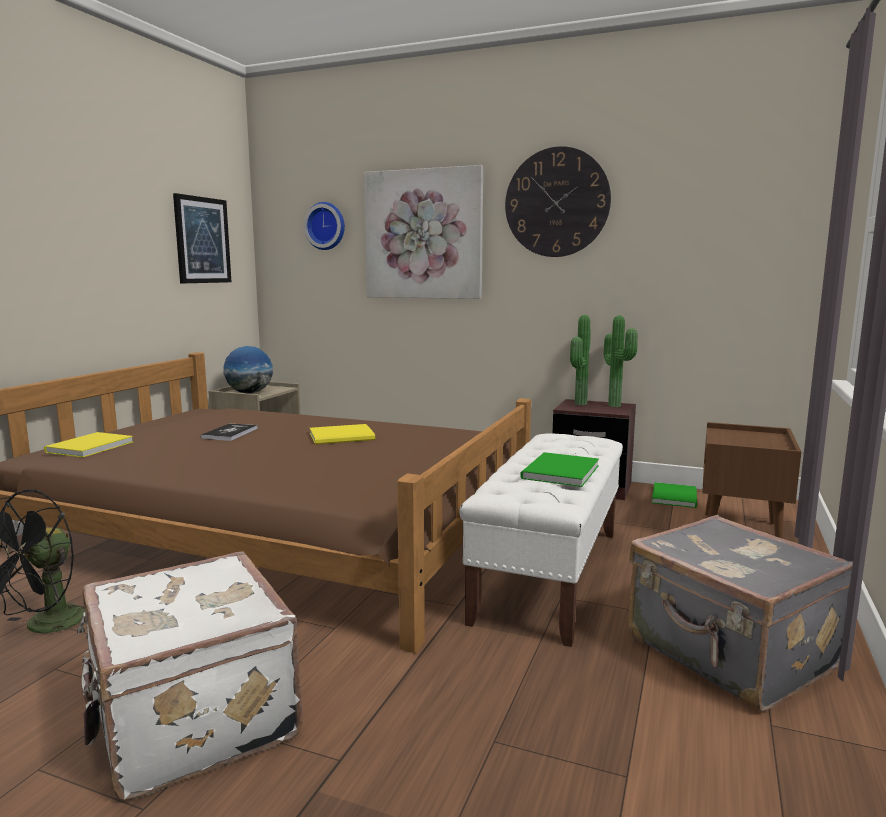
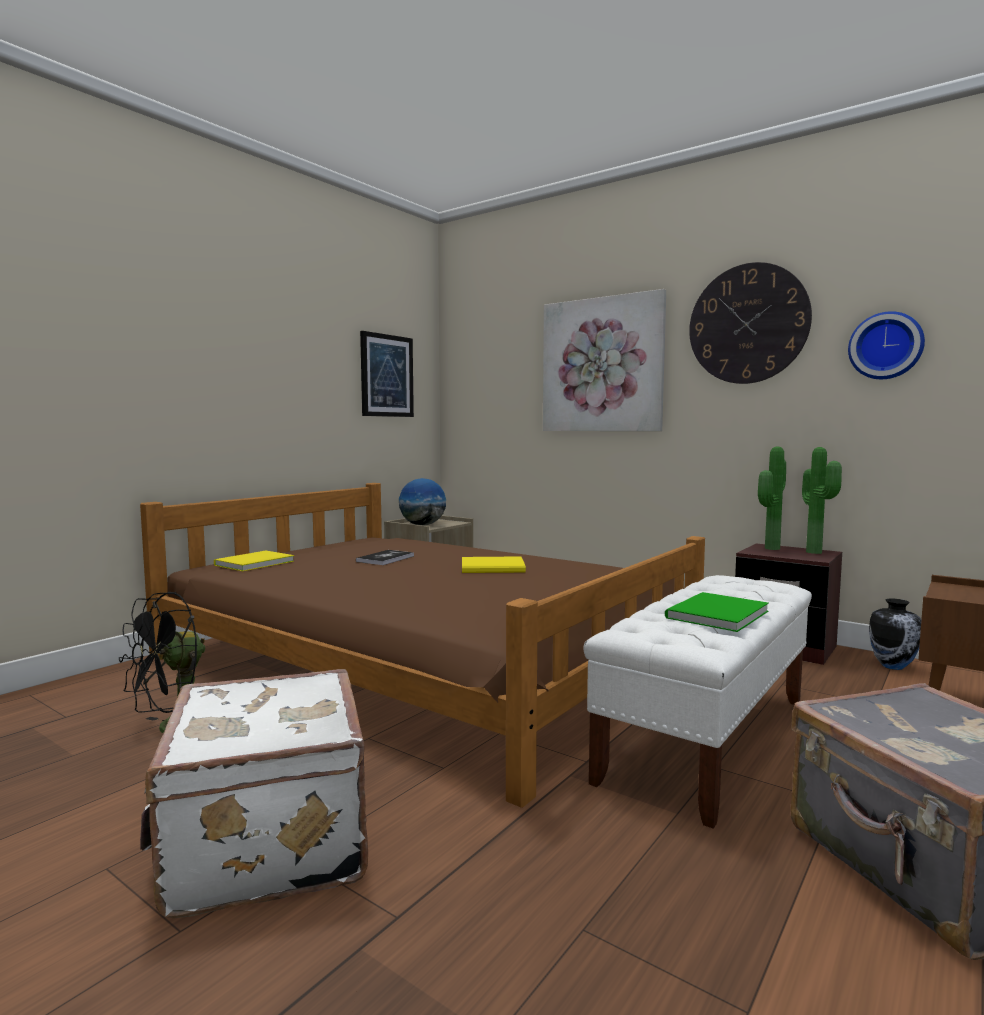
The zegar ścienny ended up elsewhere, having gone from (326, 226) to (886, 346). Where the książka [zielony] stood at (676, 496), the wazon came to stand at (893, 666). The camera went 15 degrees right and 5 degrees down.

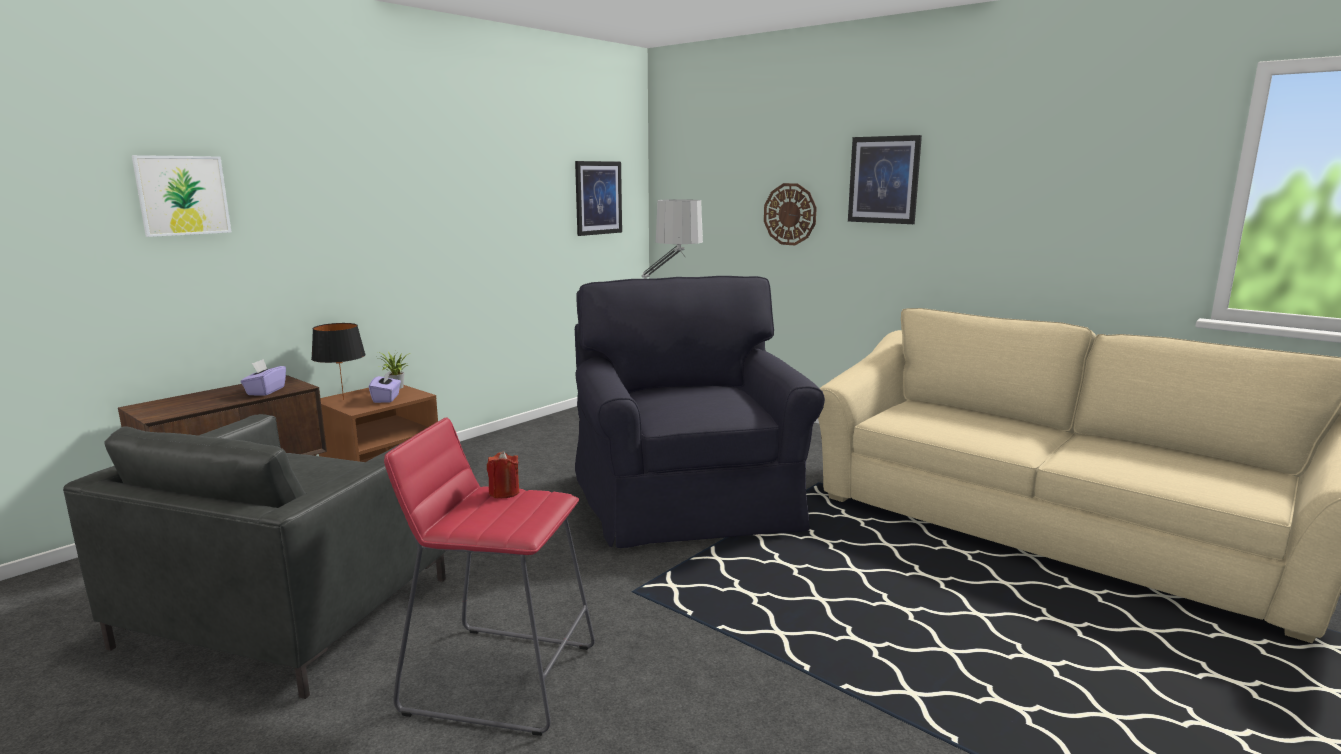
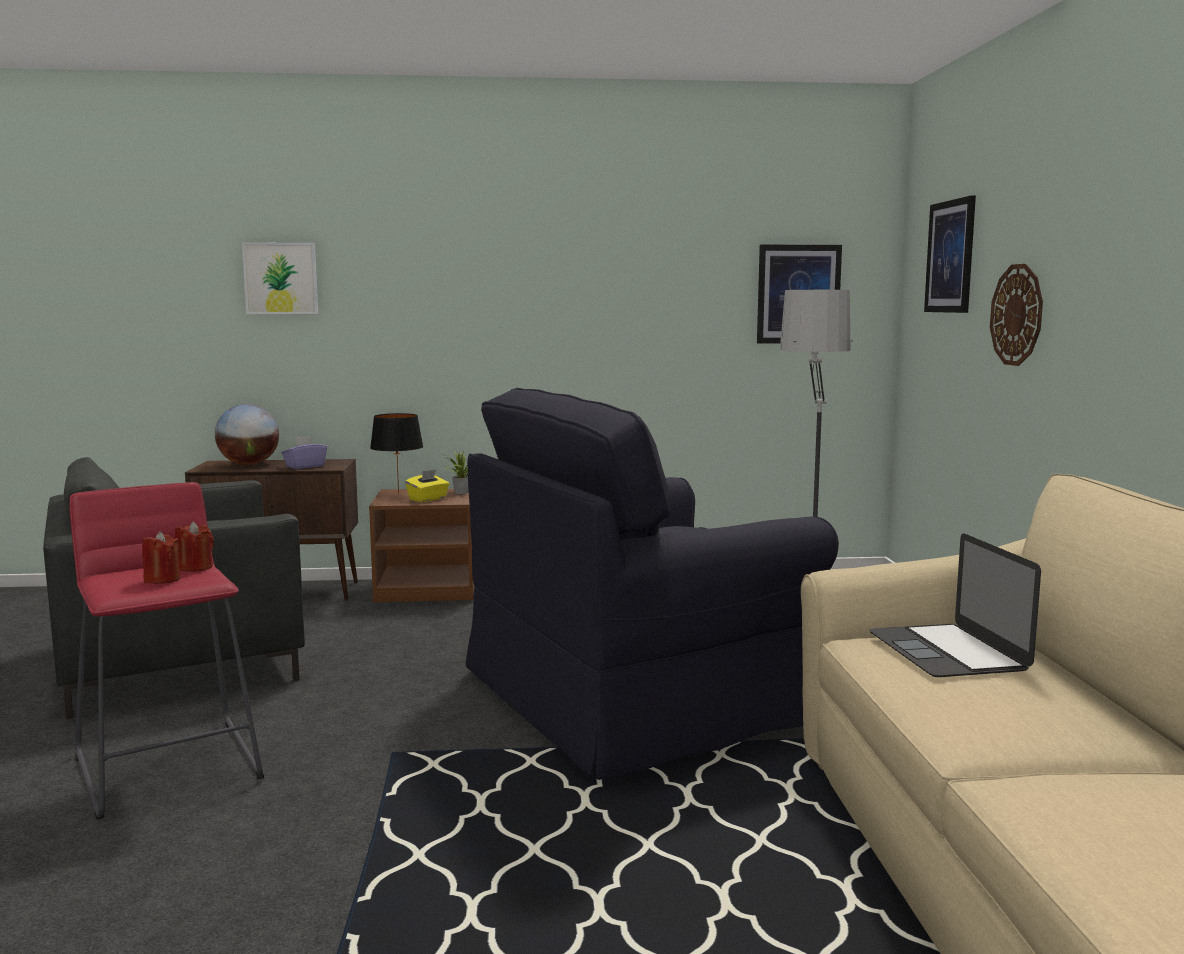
What was the pudełko chusteczek [fioletowy] at (386, 399) turned into the pudełko chusteczek [żółty] at (428, 499). The fotel [czarny] at (690, 500) ended up facing another way, 150 degrees counterclockwise from before. The obraz ended up elsewhere, having gone from (884, 180) to (950, 256). The second view gained the świeca [czerwony] at (162, 580). The second view gained the globus at (249, 464). The second view gained the laptop at (947, 651). The camera went 45 degrees right and 5 degrees down.

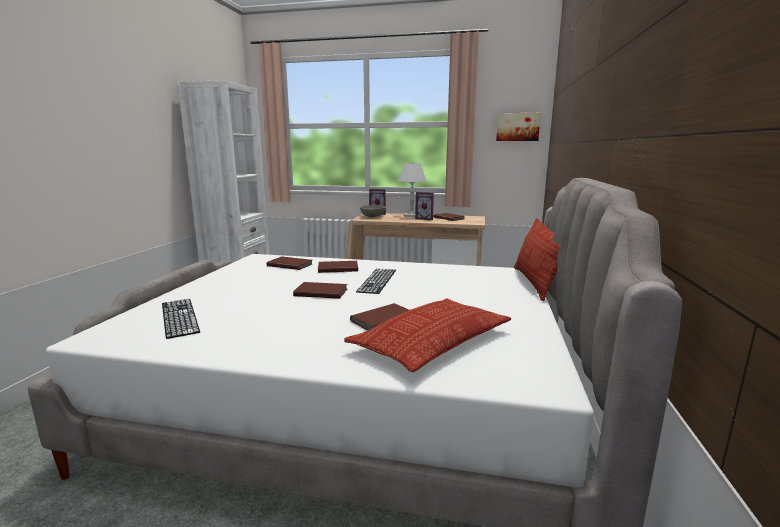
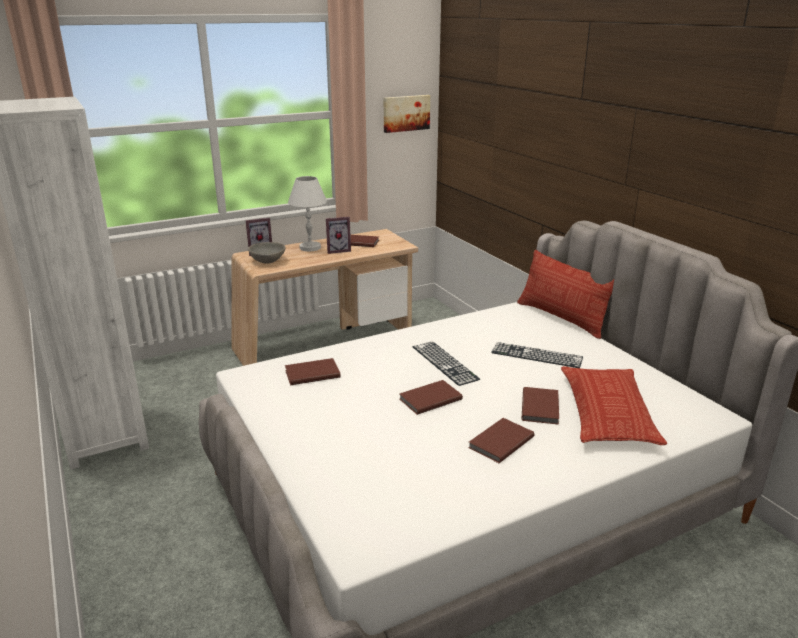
The klawiatura ended up elsewhere, having gone from (179, 317) to (536, 355). The książka [brązowy] ended up elsewhere, having gone from (337, 268) to (499, 442). The camera went 40 degrees left and 10 degrees up.

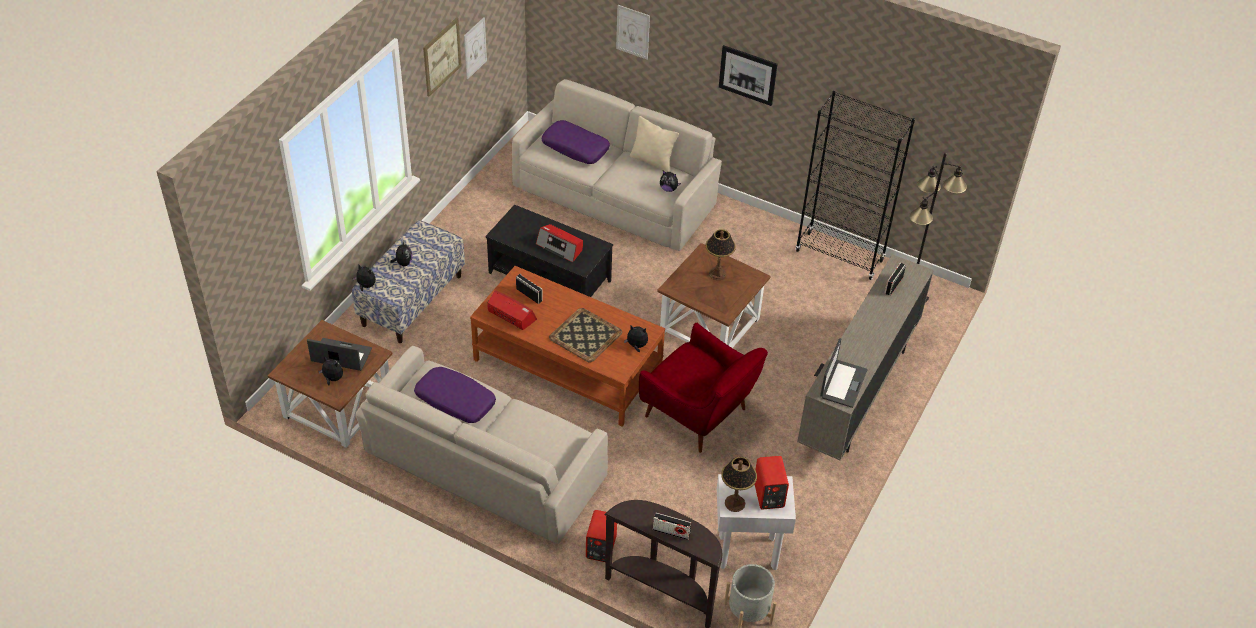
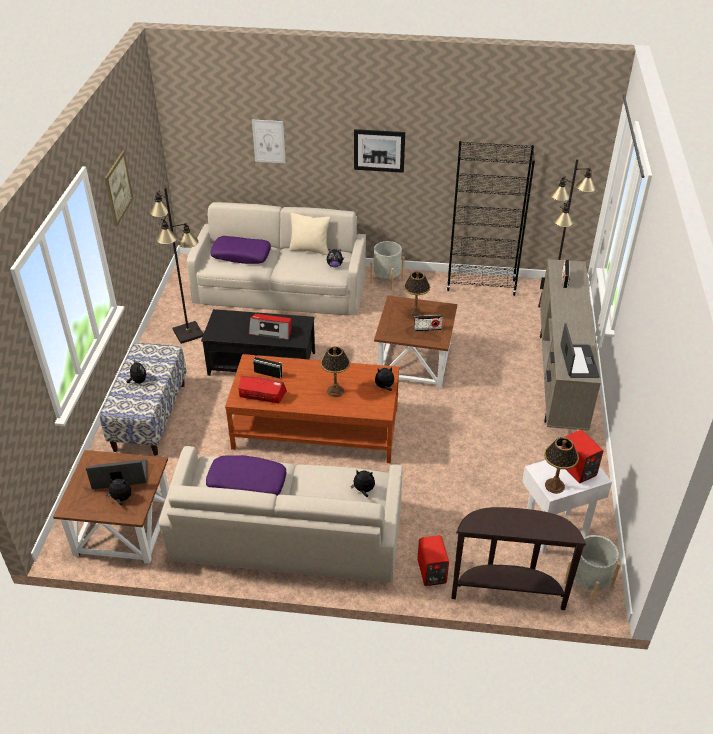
The pluszak ended up elsewhere, having gone from (366, 286) to (363, 490). The second view lost the obraz at (475, 48). Where the taca stood at (585, 334), the lampa stołowa came to stand at (335, 391). The second view lost the fotel [czerwony] at (699, 415). The radio ended up elsewhere, having gone from (671, 532) to (427, 329). The second view gained the lampa stojąca [czarny] at (188, 332). The second view gained the donica [szary] at (387, 280). The camera went 20 degrees left and 5 degrees down.

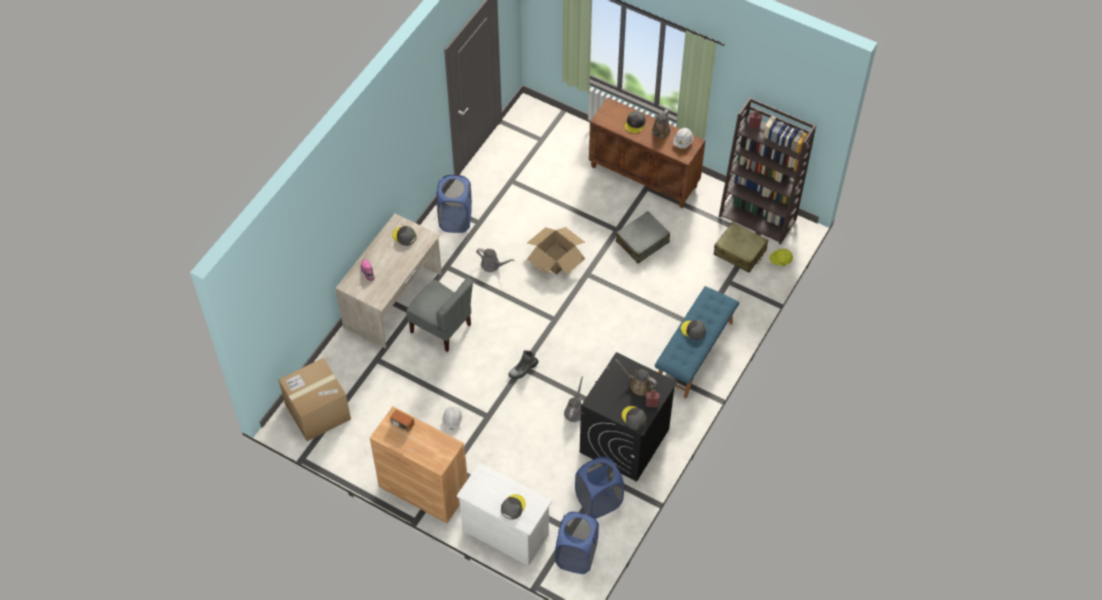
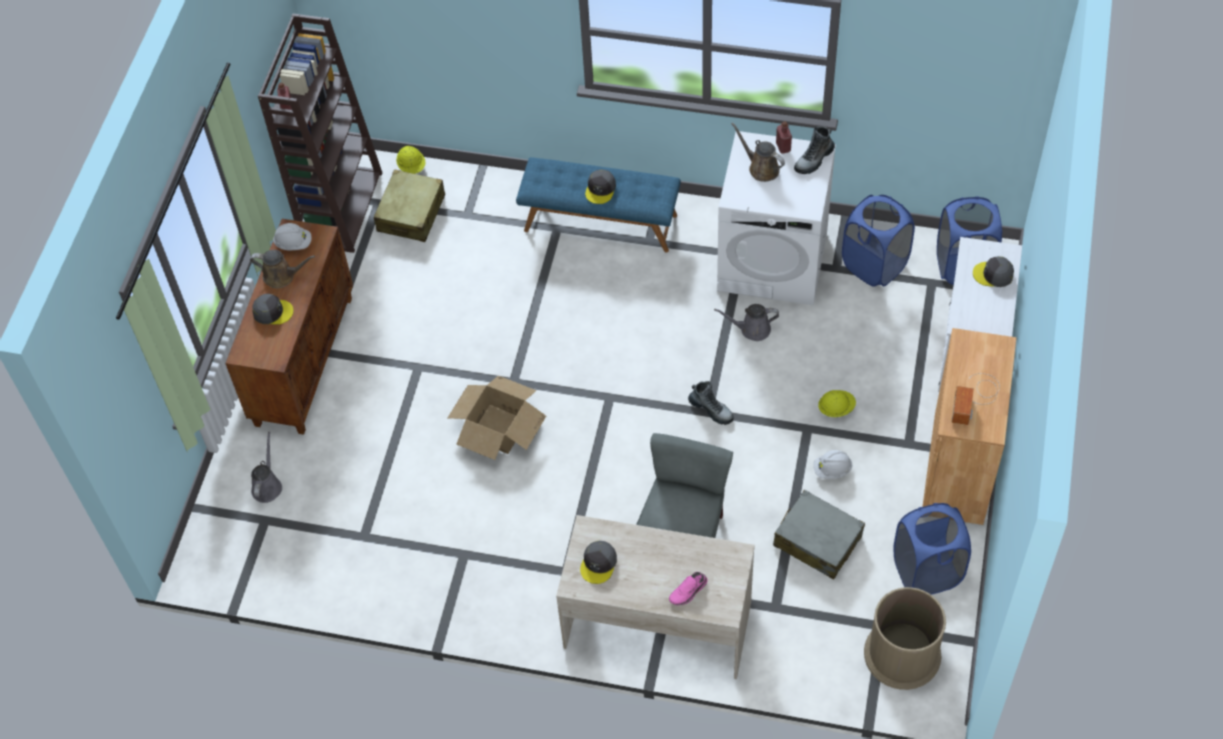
Where the karton stood at (318, 412), the kosz na śmieci [brązowy] came to stand at (902, 654). The kosz na pranie [niebieski] ended up elsewhere, having gone from (455, 219) to (926, 571). The konewka [szary] ended up elsewhere, having gone from (492, 265) to (267, 486). What was the pralka [czarny] at (624, 441) turned into the pralka [biały] at (773, 262). The konewka [brązowy] at (638, 385) ended up facing another way, 120 degrees clockwise from before. The walizka [szary] ended up elsewhere, having gone from (642, 242) to (817, 541). Where the czapka z daszkiem [szary] stood at (634, 418), the but z cholewką came to stand at (814, 160). The second view gained the kask [żółty] at (836, 408). The camera went 105 degrees left and 0 degrees up.

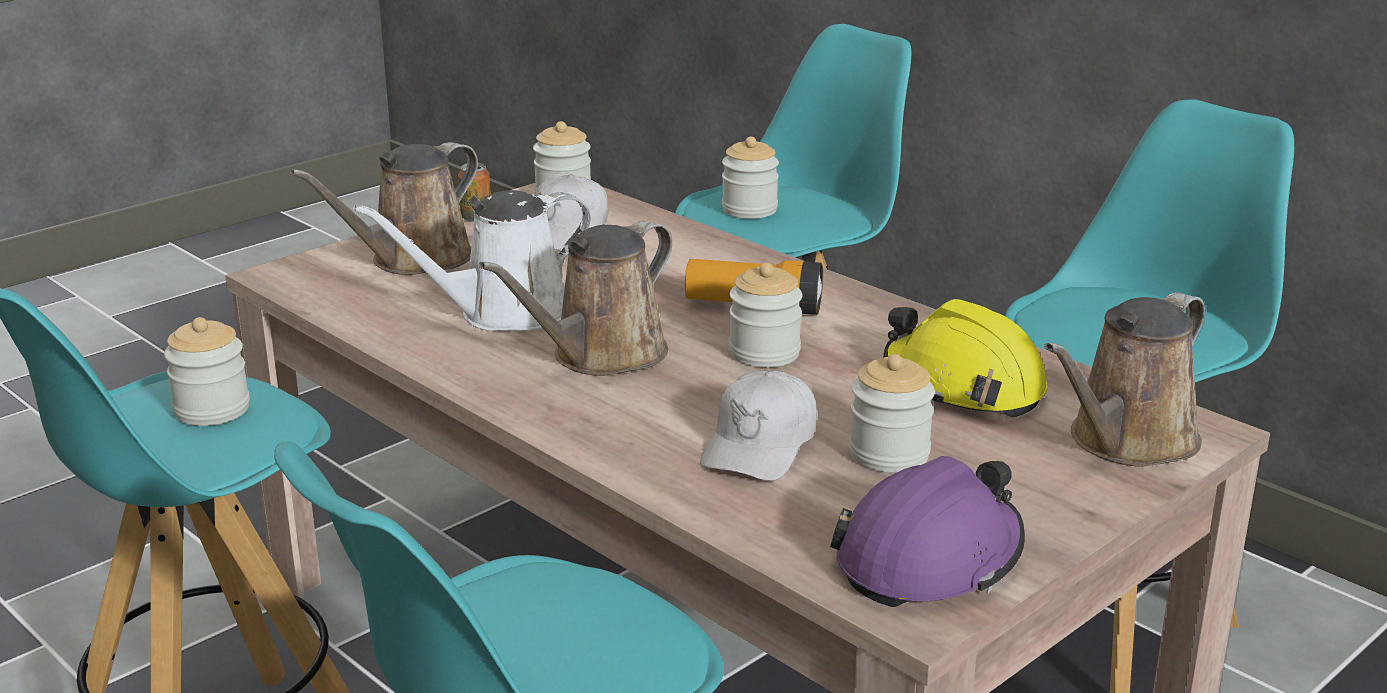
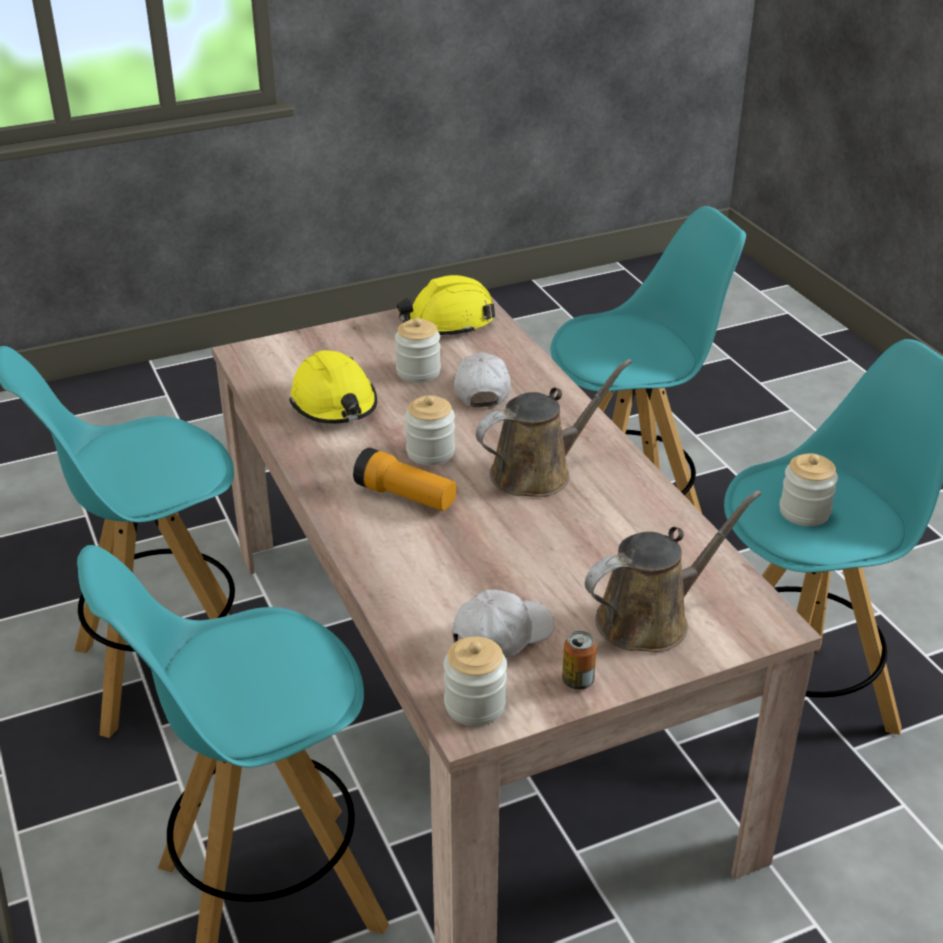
The second view lost the konewka [biały] at (504, 314). The czapka z daszkiem [biały] at (760, 446) ended up facing another way, 45 degrees counterclockwise from before. The second view lost the słoik at (749, 210). What was the kask [fioletowy] at (930, 559) turned into the kask [żółty] at (448, 322). The second view lost the konewka [brązowy] at (1126, 442). The camera went 160 degrees left and 10 degrees up.

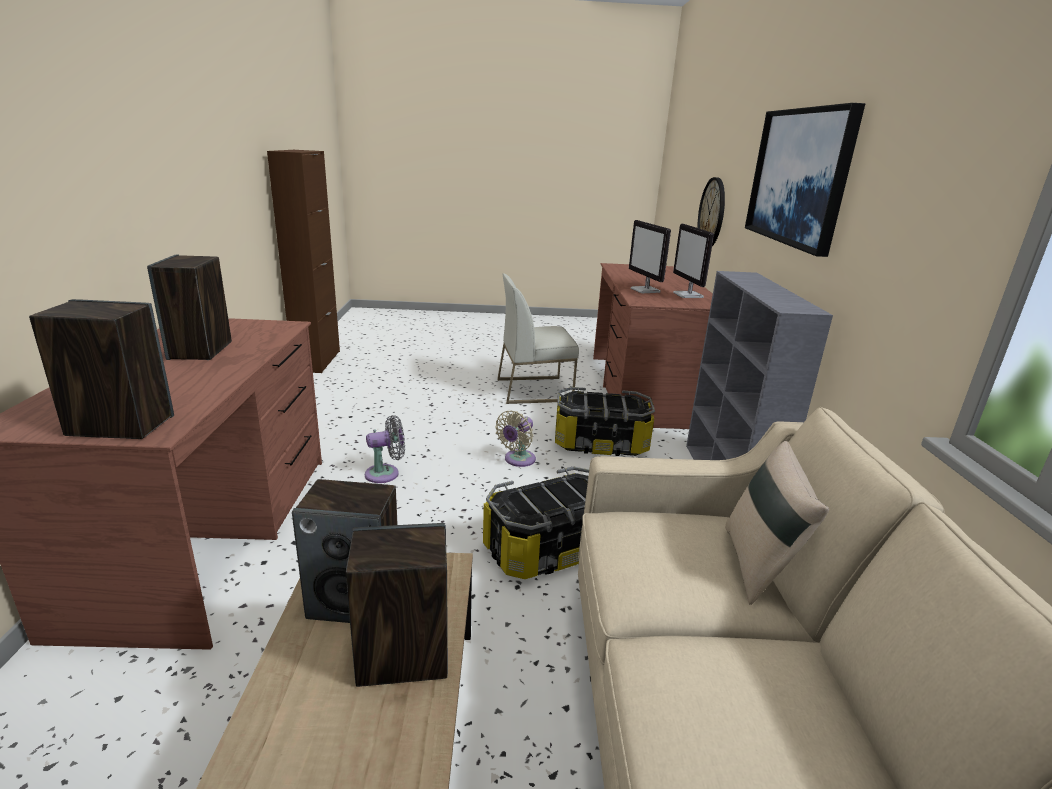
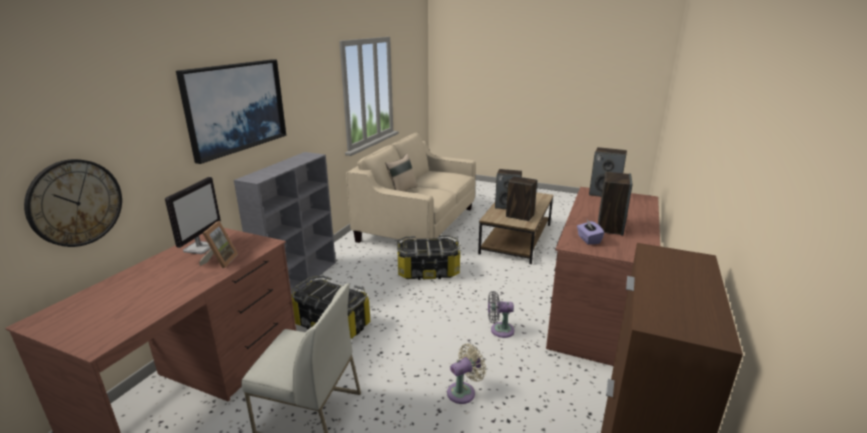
The wentylator [beżowy] ended up elsewhere, having gone from (517, 460) to (463, 392). Where the monitor stood at (645, 290), the ramka na zdjęcie came to stand at (220, 261). The second view gained the pudełko chusteczek [fioletowy] at (588, 239). The camera went 155 degrees left and 0 degrees up.

